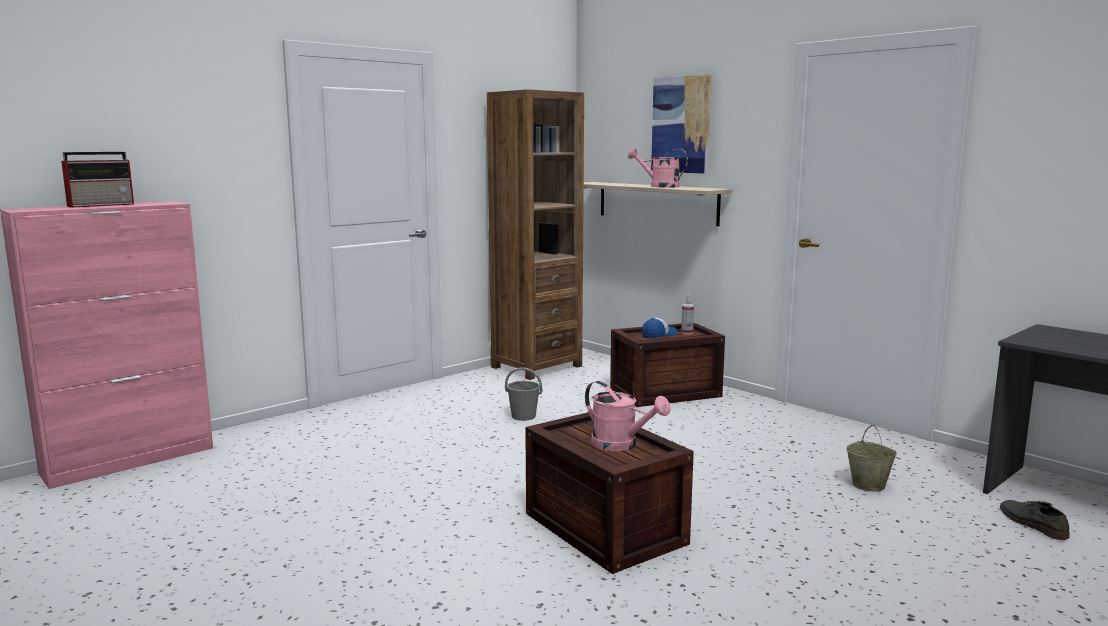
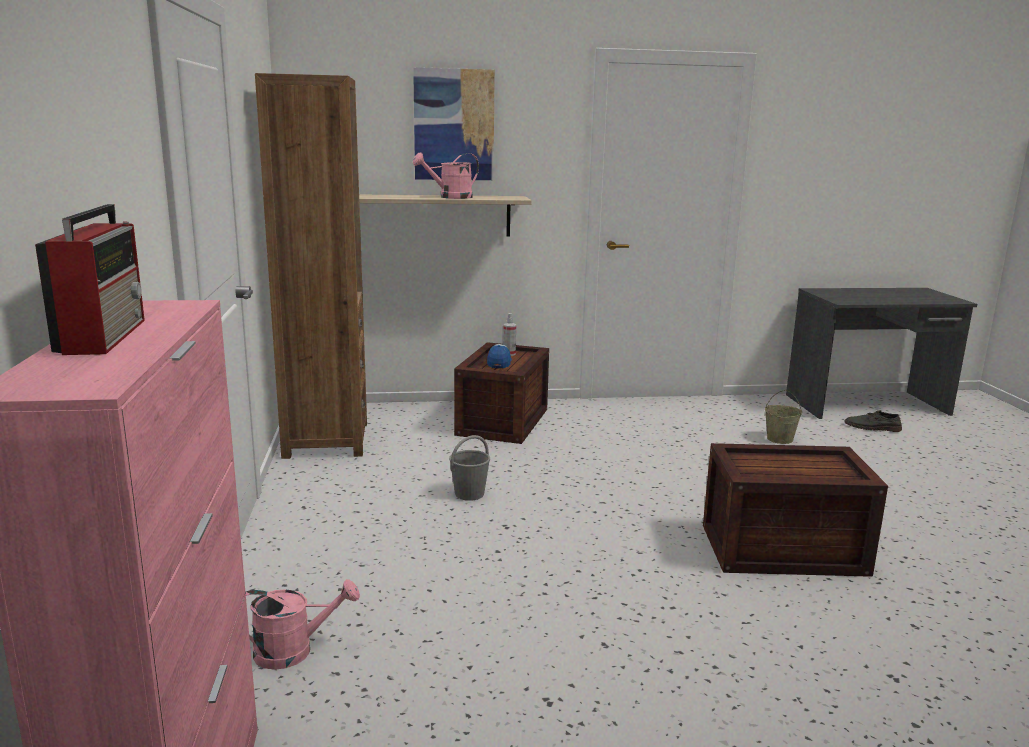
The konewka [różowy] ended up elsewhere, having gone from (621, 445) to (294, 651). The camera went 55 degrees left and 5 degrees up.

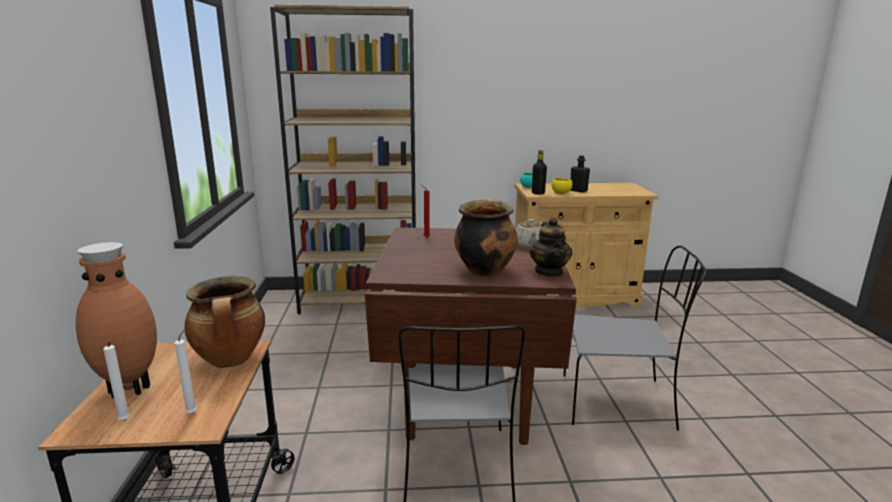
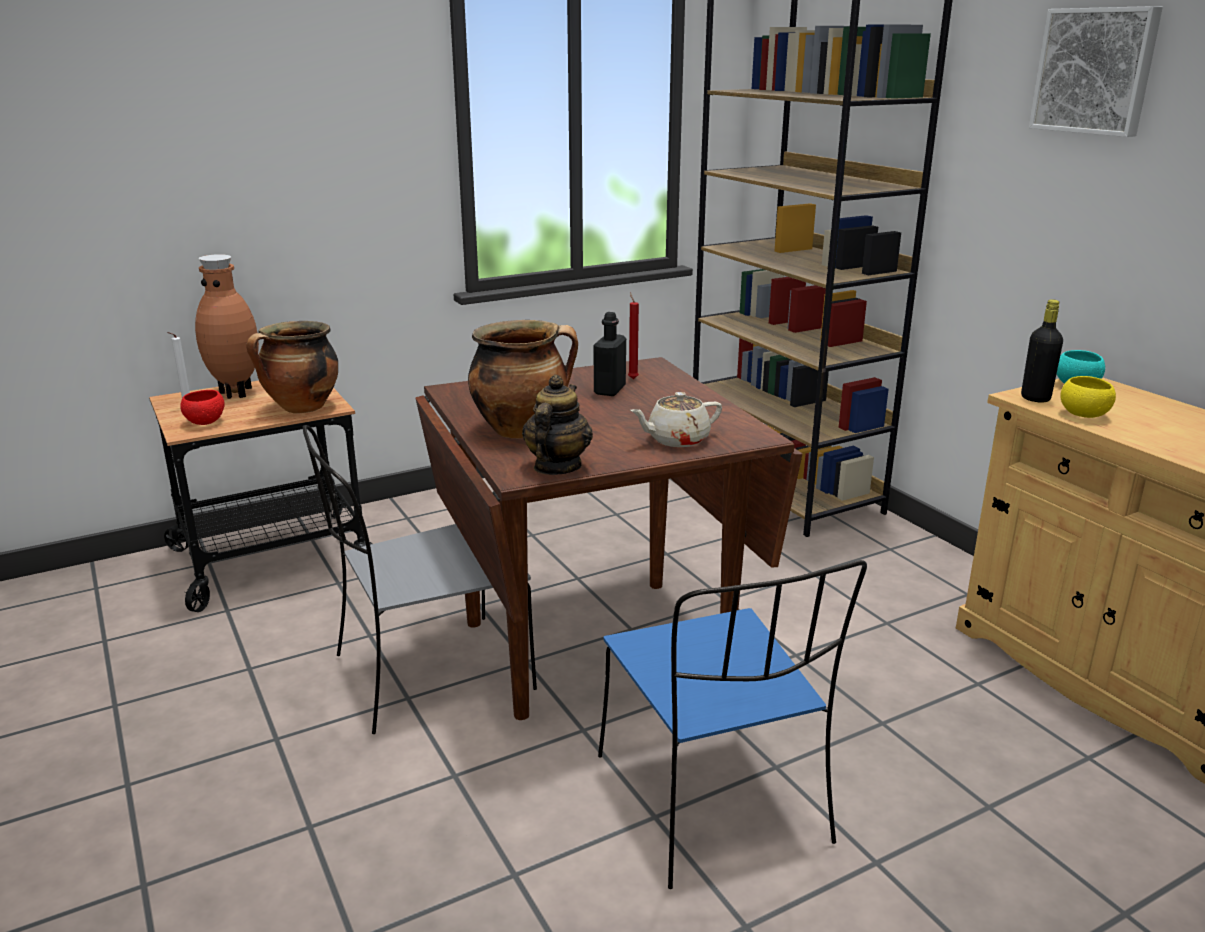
Where the świeca [biały] stood at (193, 412), the miska [czerwony] came to stand at (205, 422). The imbryk at (549, 272) ended up facing another way, 135 degrees clockwise from before. What was the krzesło [szary] at (619, 401) turned into the krzesło [niebieski] at (714, 802). The butelka [czarny] ended up elsewhere, having gone from (578, 191) to (609, 390). The second view gained the obraz at (1095, 71). The camera went 65 degrees right and 5 degrees up.

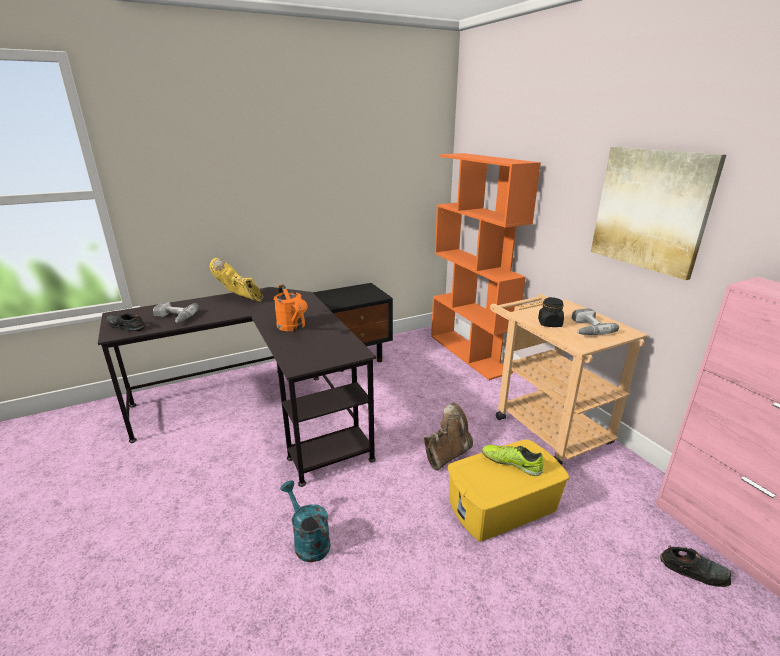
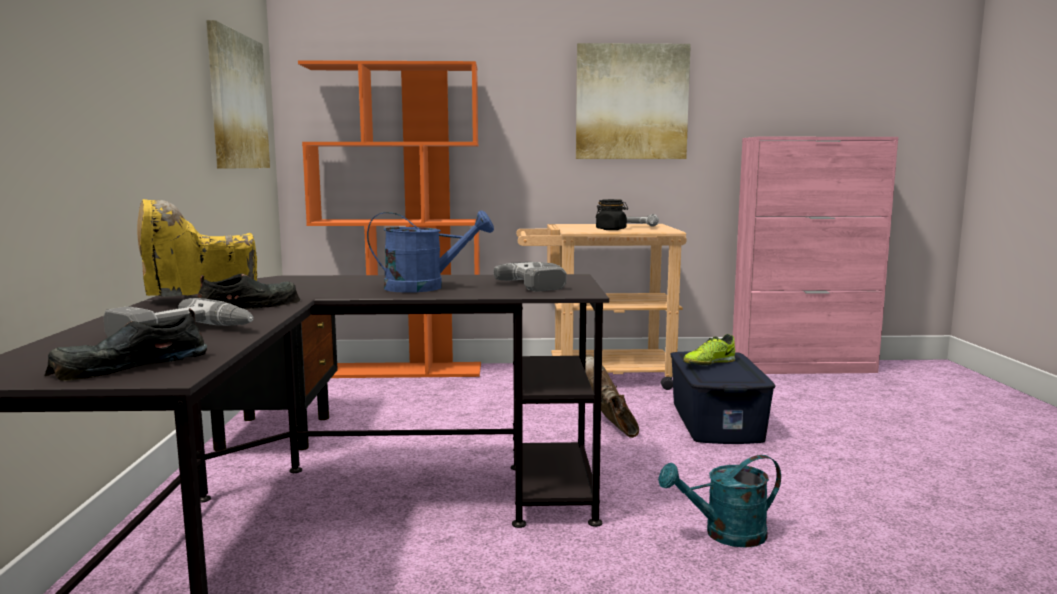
What was the konewka [pomarańczowy] at (293, 327) turned into the konewka [niebieski] at (425, 287). What was the pojemnik do przechowywania [żółty] at (503, 506) turned into the pojemnik do przechowywania [niebieski] at (717, 421). The but [czarny] ended up elsewhere, having gone from (694, 570) to (250, 306). The second view gained the obraz at (237, 101). The second view gained the wiertarka at (542, 284). The camera went 65 degrees left and 15 degrees down.

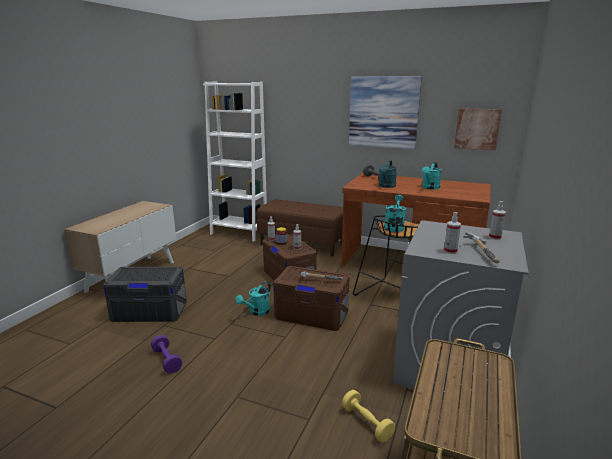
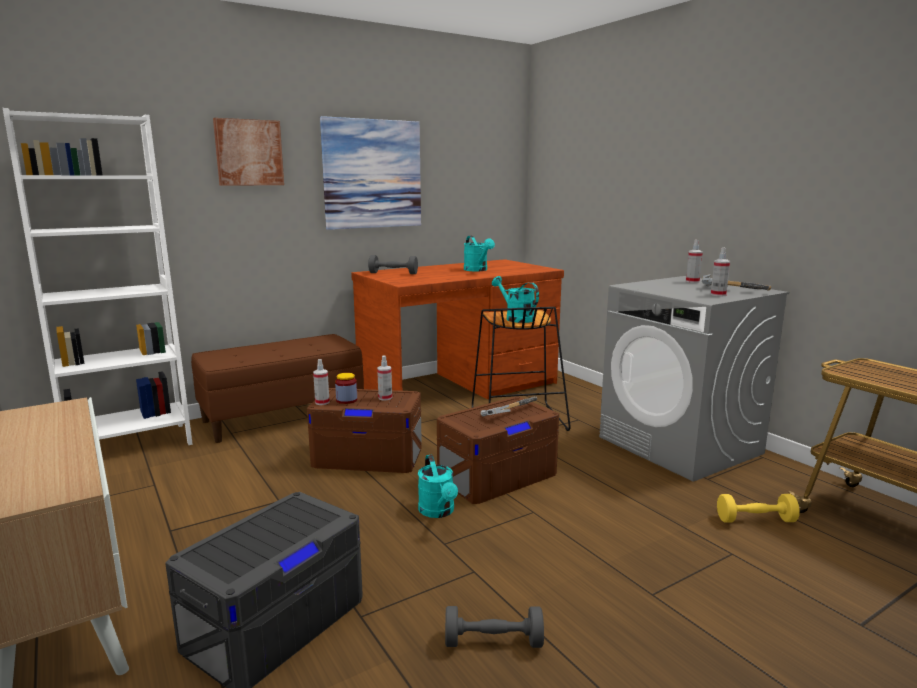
What was the hantel [fioletowy] at (167, 360) turned into the hantel [szary] at (493, 642). The second view lost the konewka [turkusowy] at (386, 186). The obraz ended up elsewhere, having gone from (477, 129) to (249, 152). The camera went 55 degrees left and 5 degrees down.

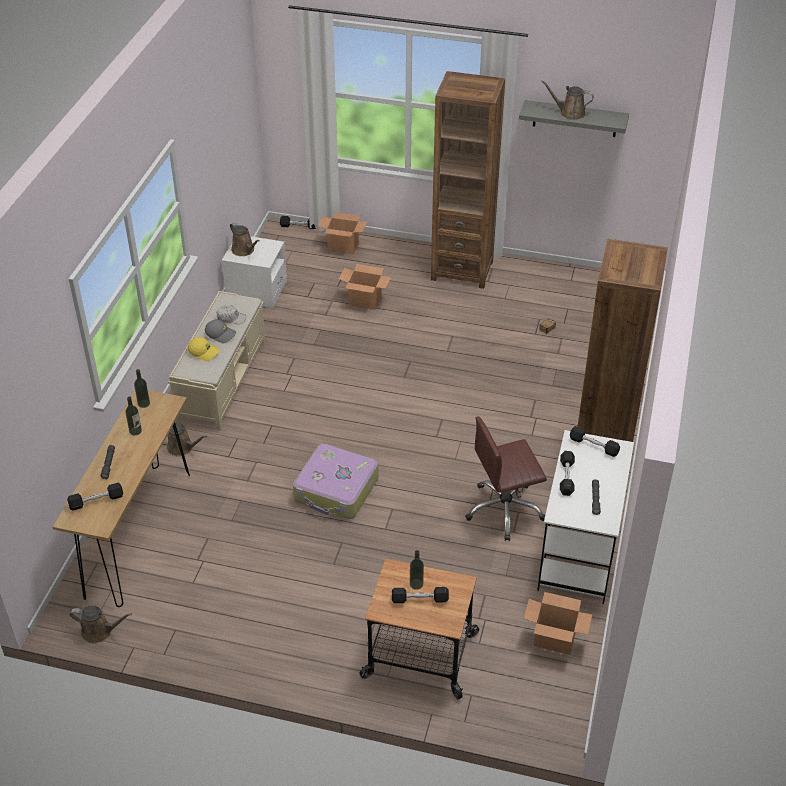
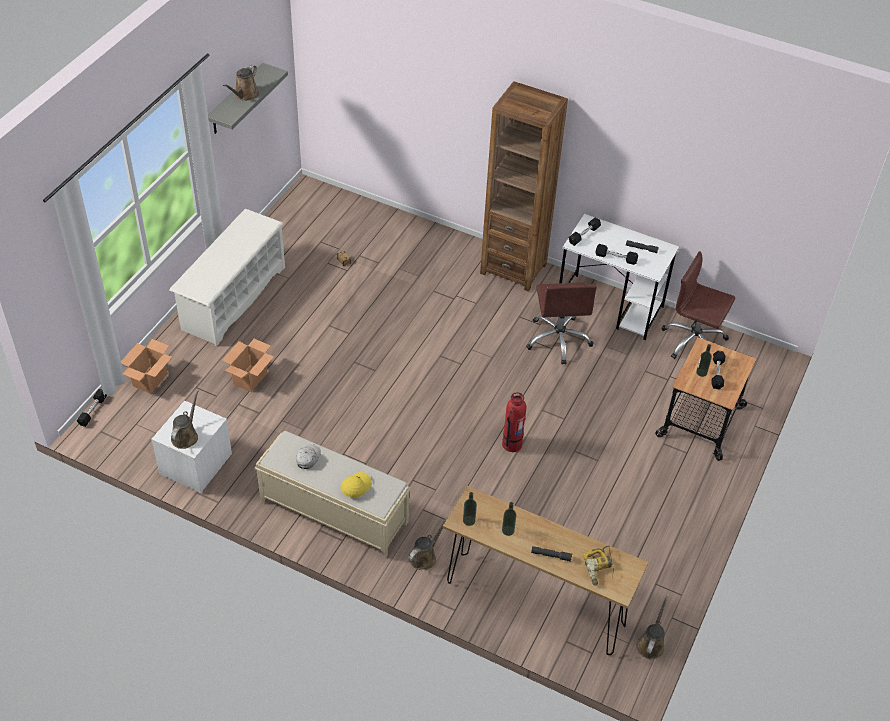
Where the hantel [czarny] stood at (96, 501), the wiertarka came to stand at (599, 568). The second view lost the czapka z daszkiem [szary] at (221, 334). The konewka [brązowy] at (244, 250) ended up facing another way, 45 degrees counterclockwise from before. Where the walizka stood at (336, 490), the gaśnica came to stand at (511, 444). Where the regał [brązowy] stood at (462, 270), the regał na buty [biały] came to stand at (233, 298). Where the karton stood at (555, 640), the krzesło biurowe [brązowy] came to stand at (693, 341). The camera went 80 degrees left and 5 degrees up.

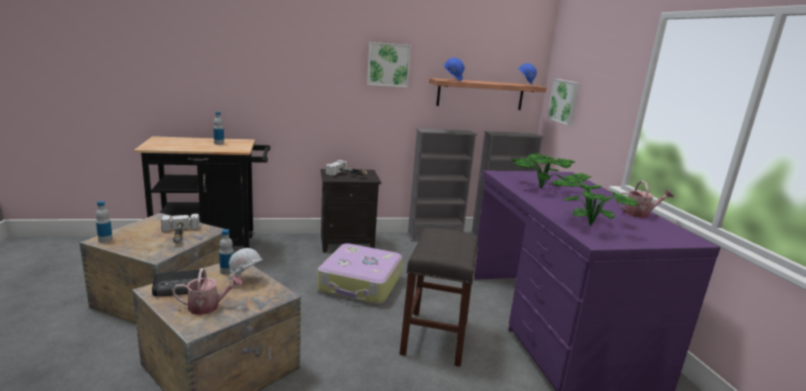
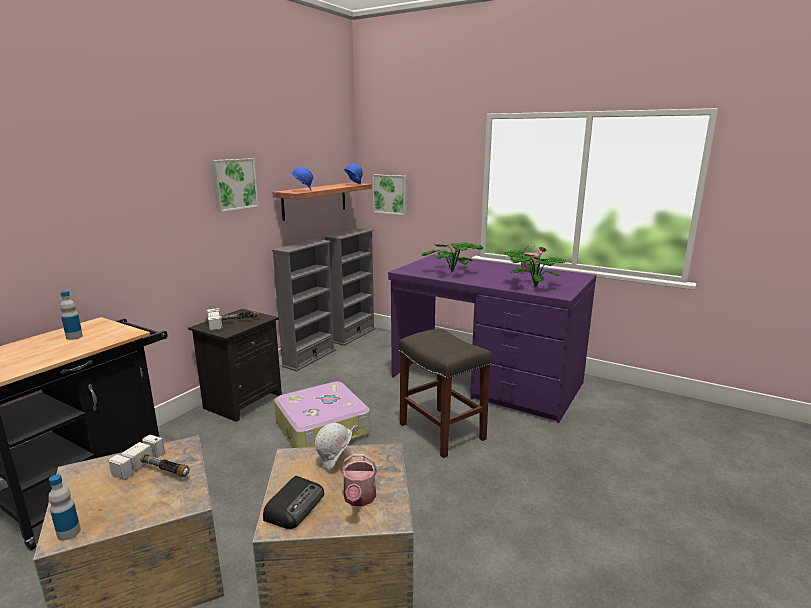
The konewka at (208, 306) ended up facing another way, 150 degrees clockwise from before. The second view lost the butelka at (227, 271). The camera went 45 degrees left and 0 degrees up.

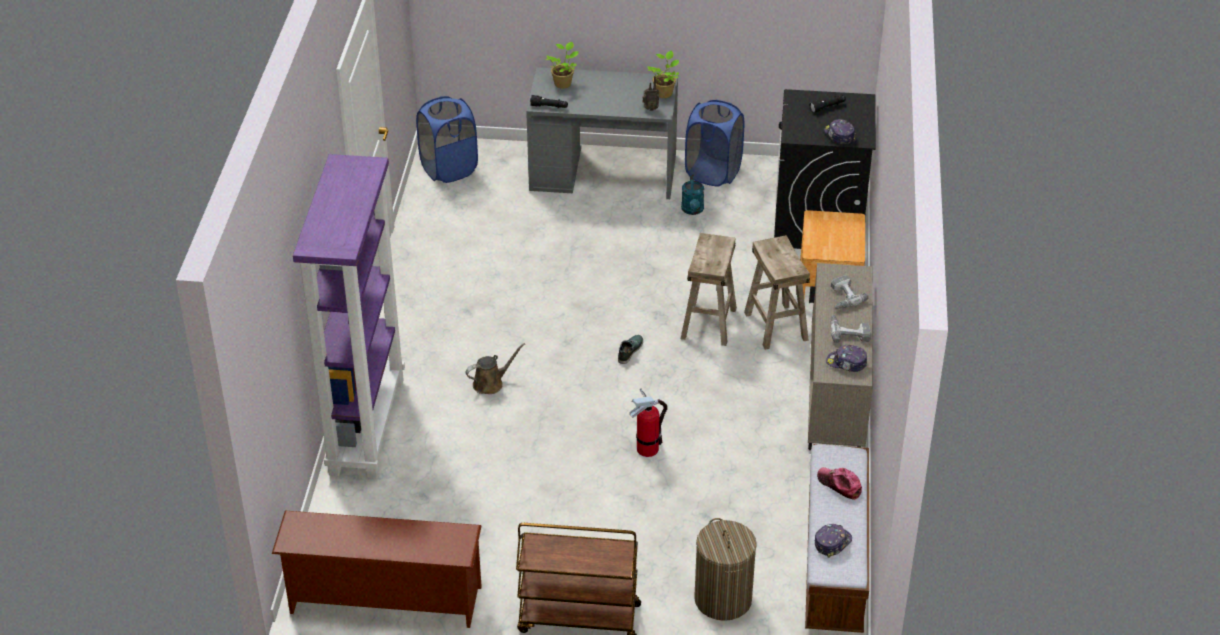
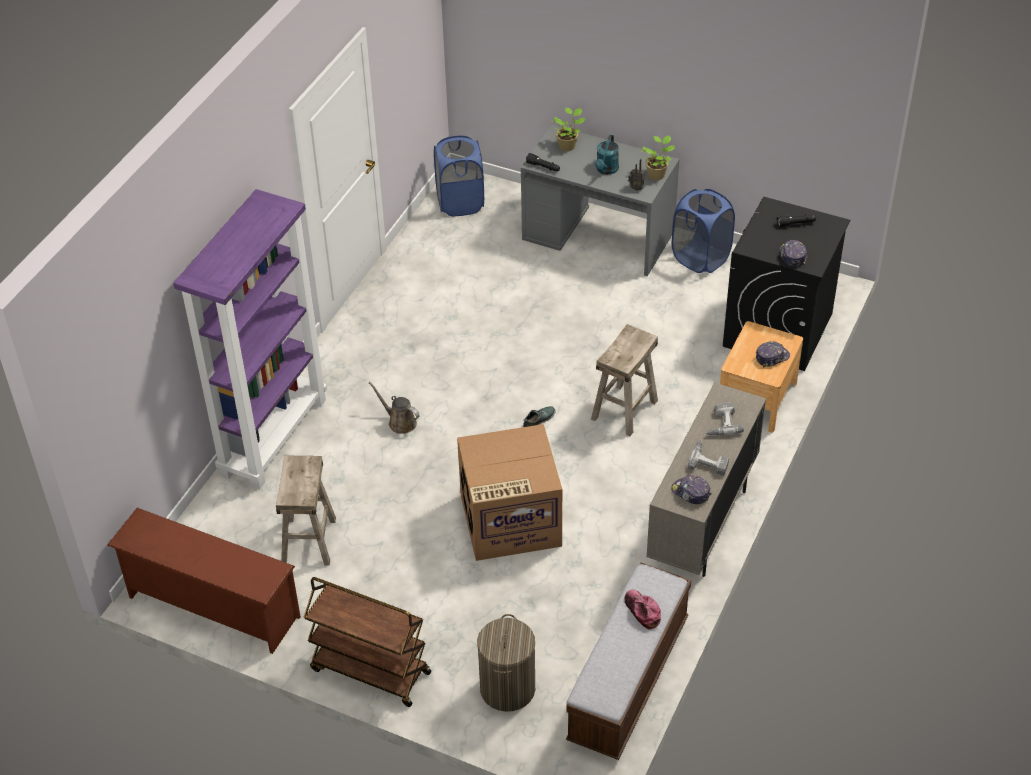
The konewka [brązowy] at (491, 383) ended up facing another way, 135 degrees counterclockwise from before. Where the gaśnica stood at (647, 449), the karton came to stand at (509, 521). The konewka [turkusowy] ended up elsewhere, having gone from (693, 210) to (606, 170). The stołek [beżowy] ended up elsewhere, having gone from (775, 326) to (308, 540). The czapka z daszkiem ended up elsewhere, having gone from (832, 542) to (772, 357). The camera went 20 degrees right and 5 degrees up.

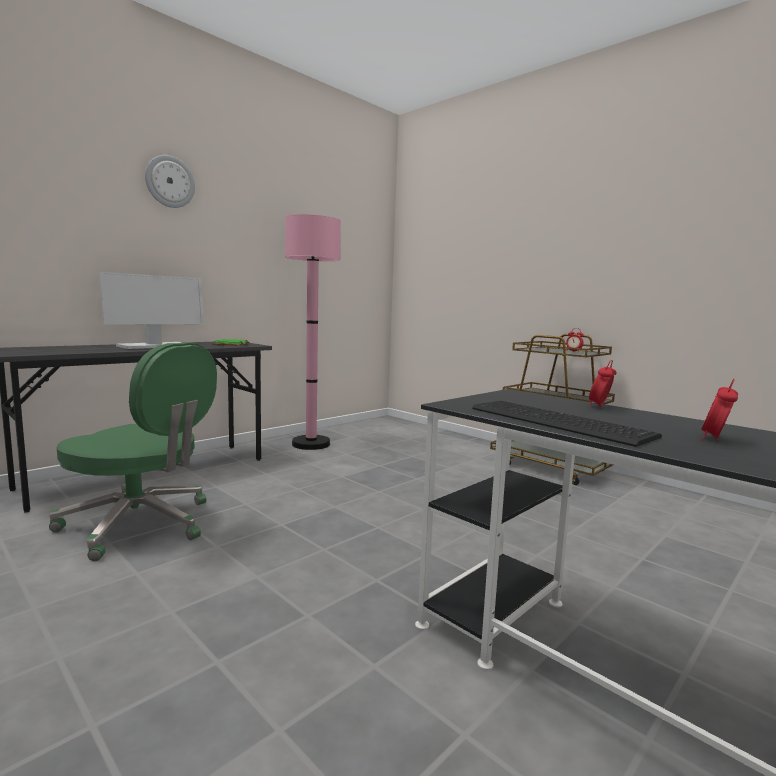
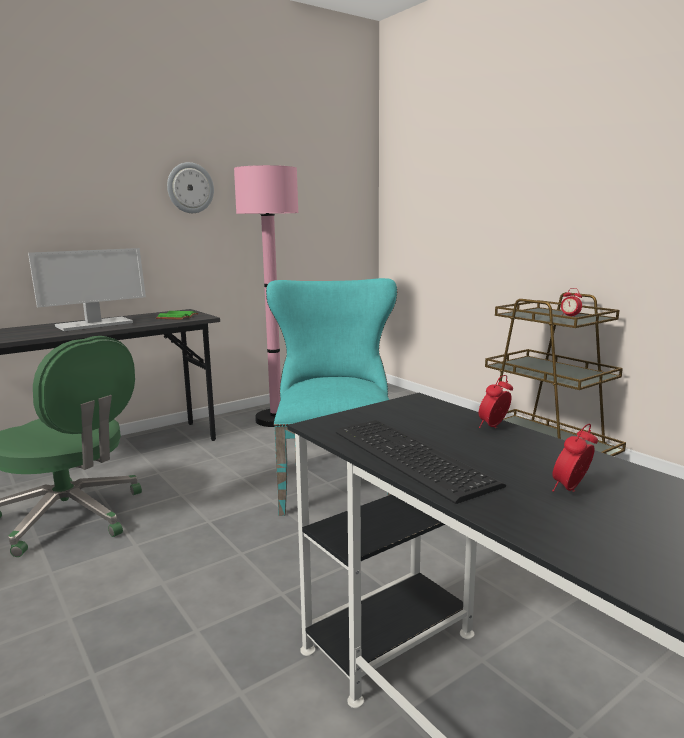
The zegar ścienny ended up elsewhere, having gone from (170, 182) to (190, 188). The second view gained the krzesło [turkusowy] at (335, 482). The camera went 10 degrees right and 5 degrees up.

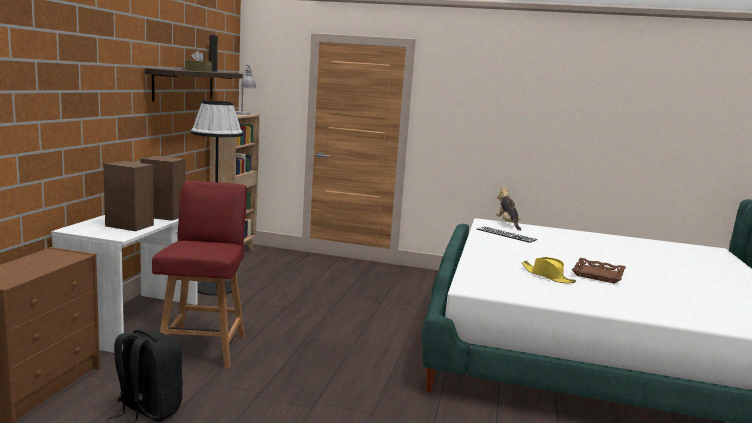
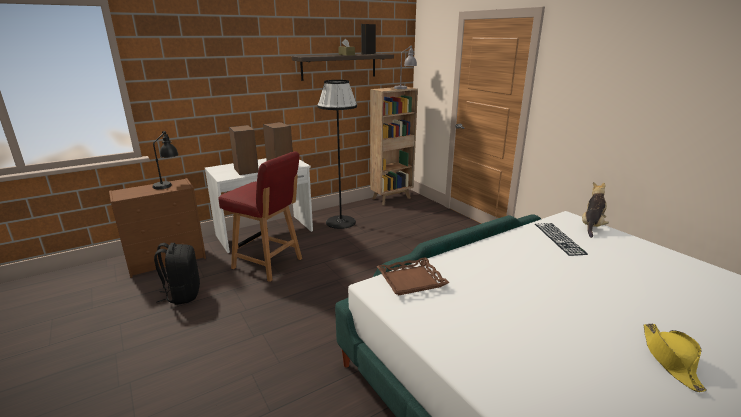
The krzesło [czerwony] at (203, 347) ended up facing another way, 75 degrees clockwise from before. The kapelusz [żółty] ended up elsewhere, having gone from (547, 276) to (670, 360). The taca [brązowy] ended up elsewhere, having gone from (597, 274) to (411, 280). The second view gained the lampa stołowa [czarny] at (168, 183). The camera went 45 degrees right and 10 degrees up.

